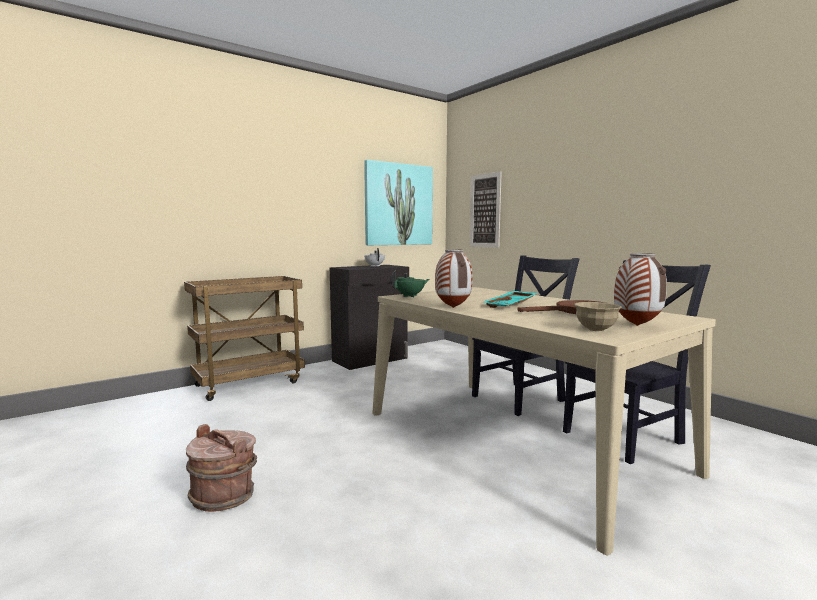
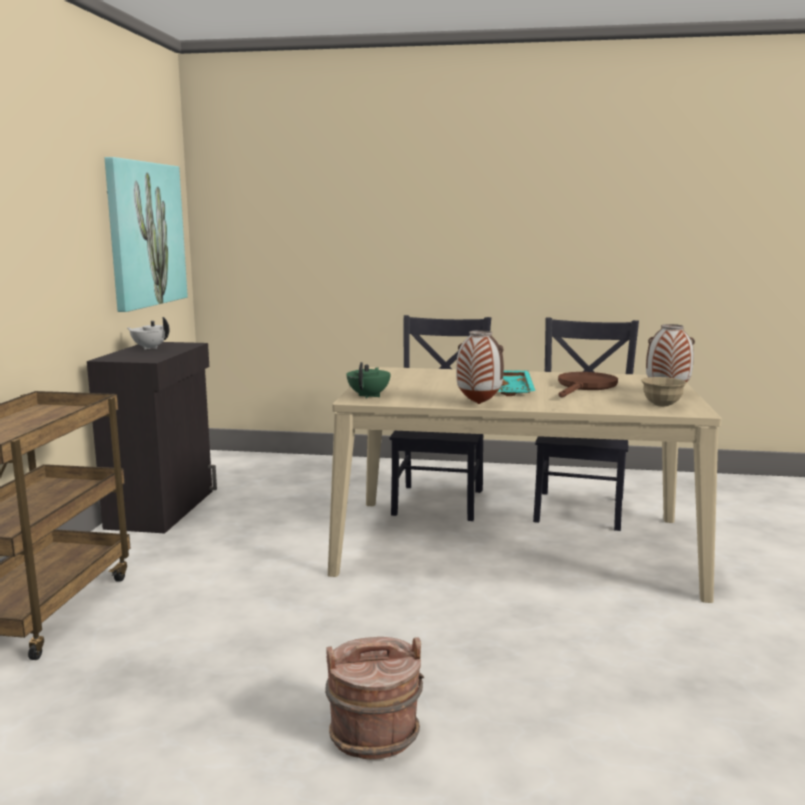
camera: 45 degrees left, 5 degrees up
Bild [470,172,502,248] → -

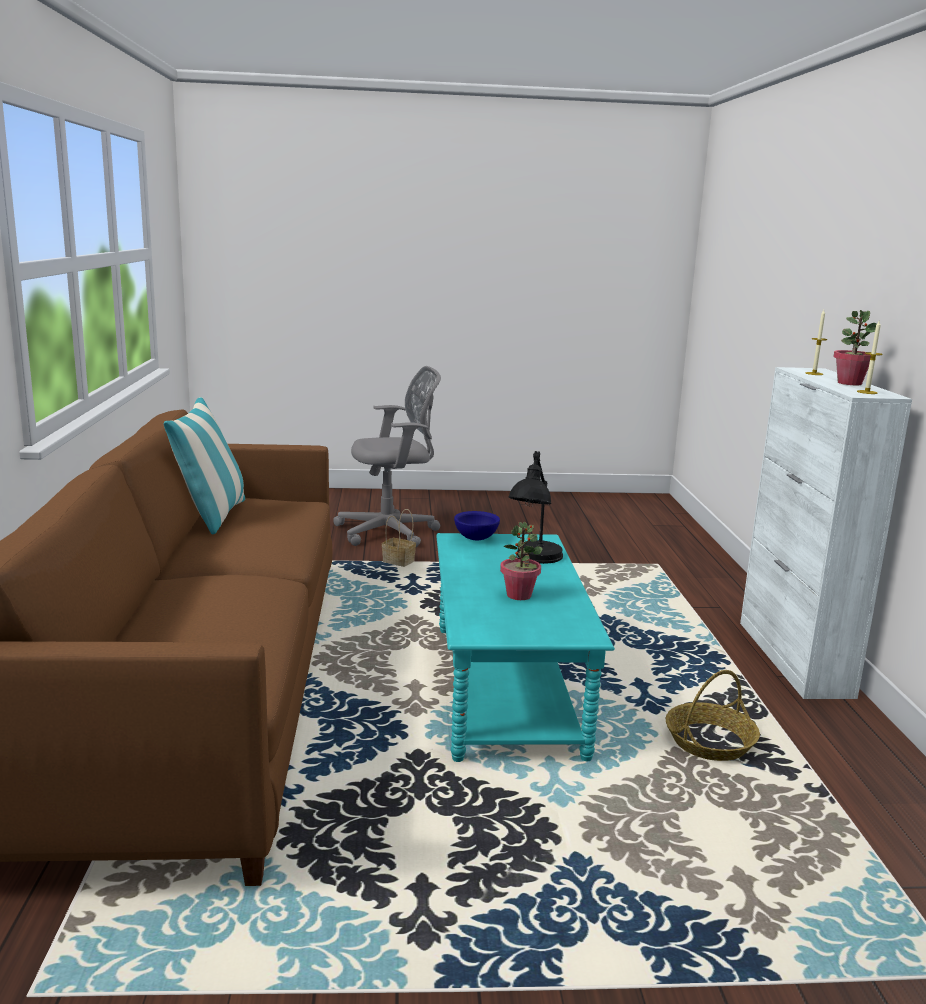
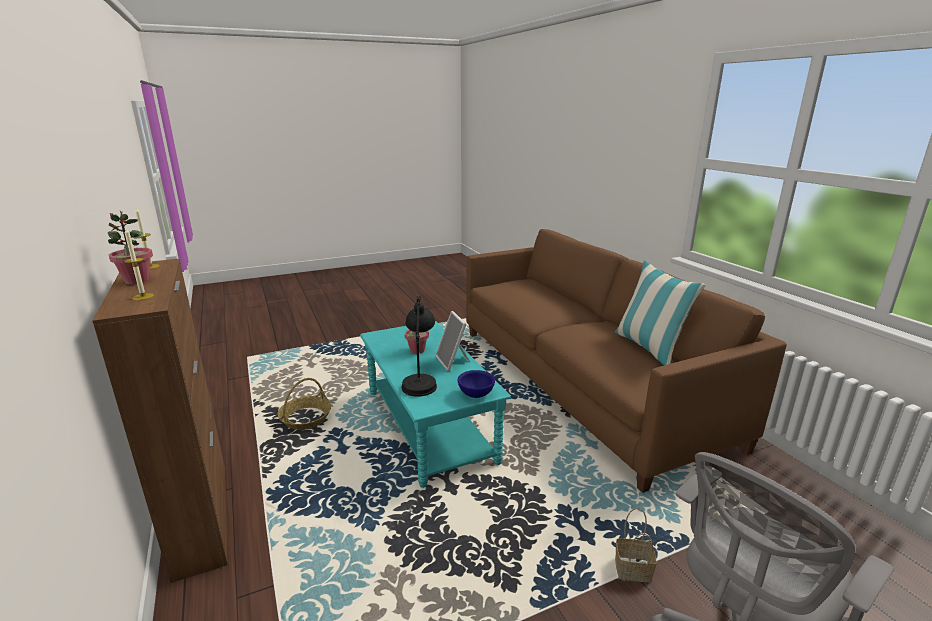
camera: 160 degrees right, 5 degrees up
- → Bilderrahmen [436,311,470,371]
Schrank/weiß [740,367,912,699] → Schrank/braun [92,259,228,583]

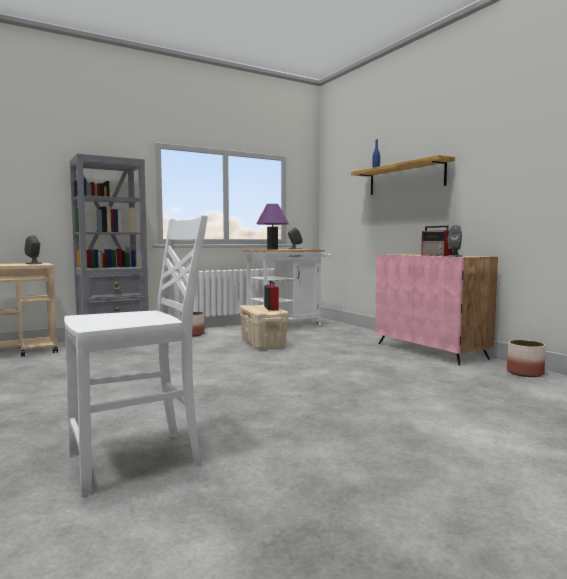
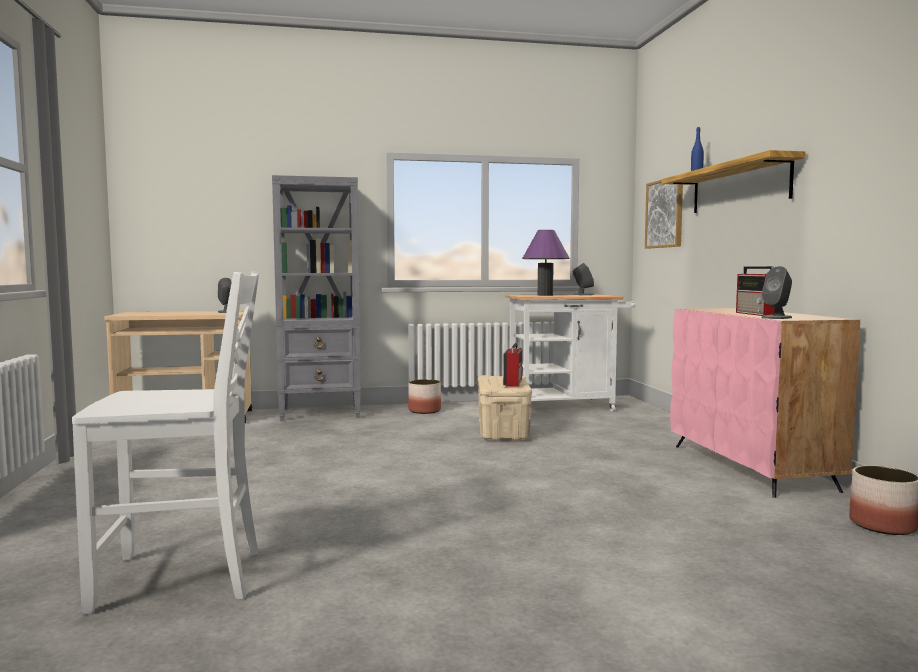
camera: 20 degrees right, 0 degrees up
- → Bild [645,180,683,249]

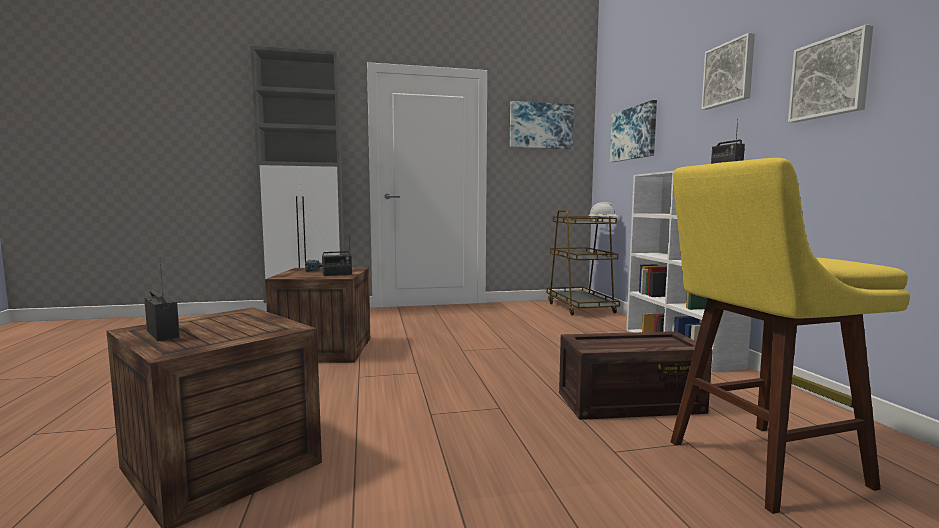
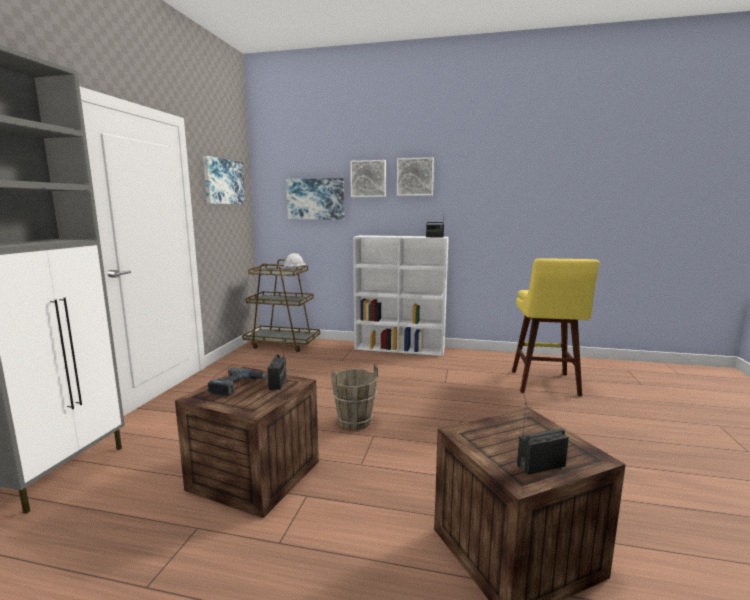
camera: 65 degrees left, 5 degrees up
Kiste [559,331,713,420] → -
- → Eimer/braun [331,364,378,430]
Bild [788,24,873,123] → Bild [350,160,386,197], move

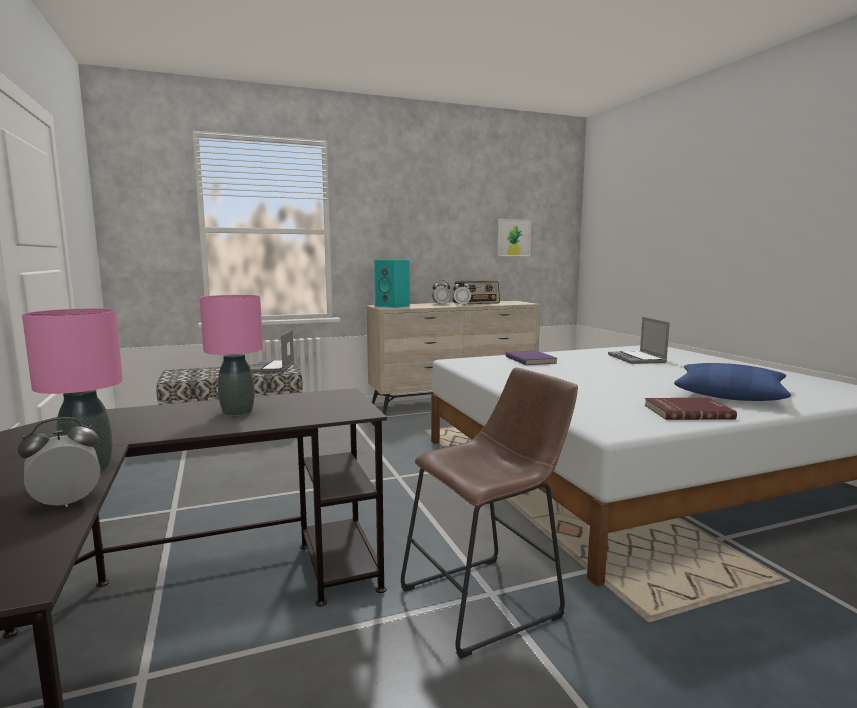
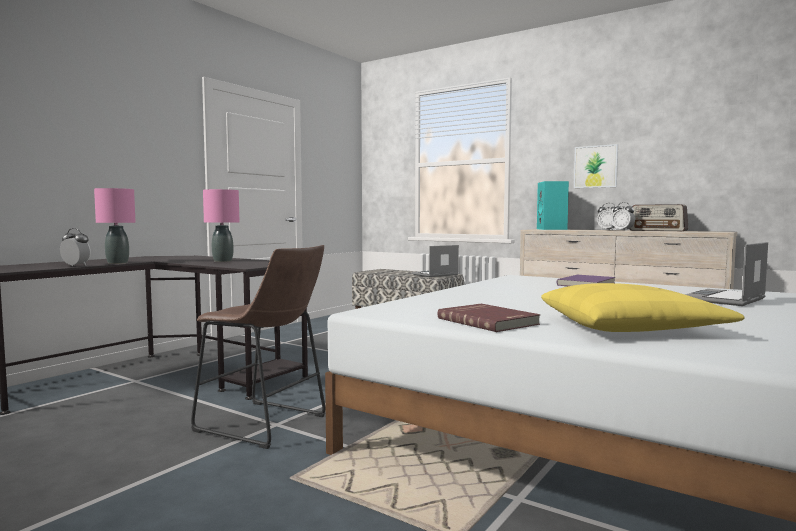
camera: 55 degrees right, 5 degrees down
Bild [497,219,531,256] → Bild [574,144,618,188], move
Kissen/blau [674,363,791,401] → Kissen/gelb [541,283,745,332]

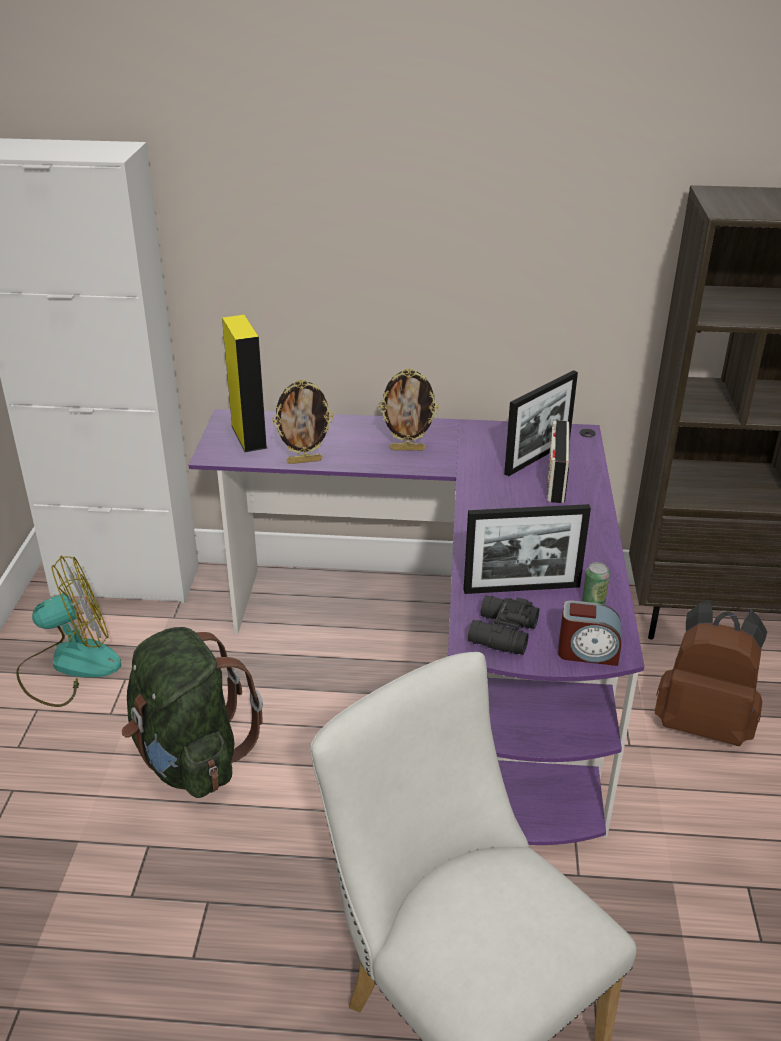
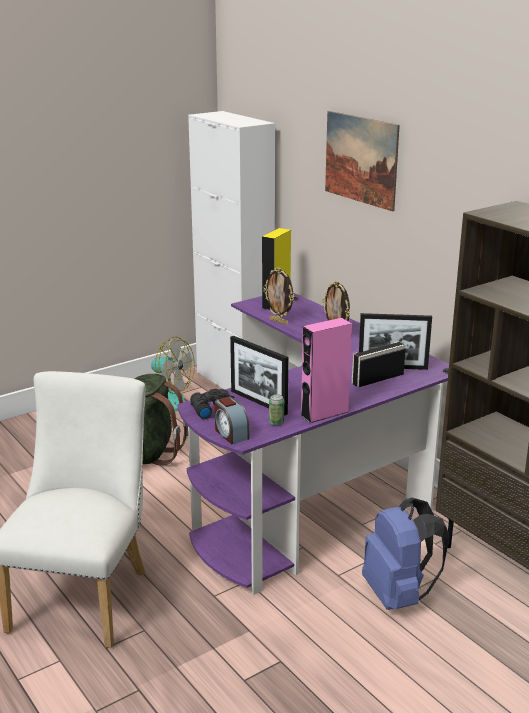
camera: 50 degrees right, 10 degrees down
- → Lautsprecher/rosa [300,318,352,423]
- → Bild [325,111,400,212]
Rucksack/braun [655,600,767,746] → Rucksack/blau [362,498,449,610]

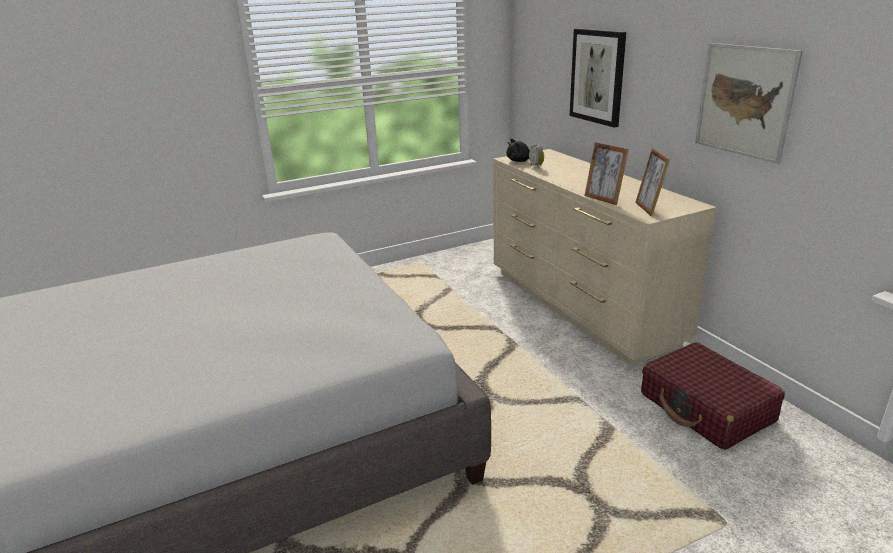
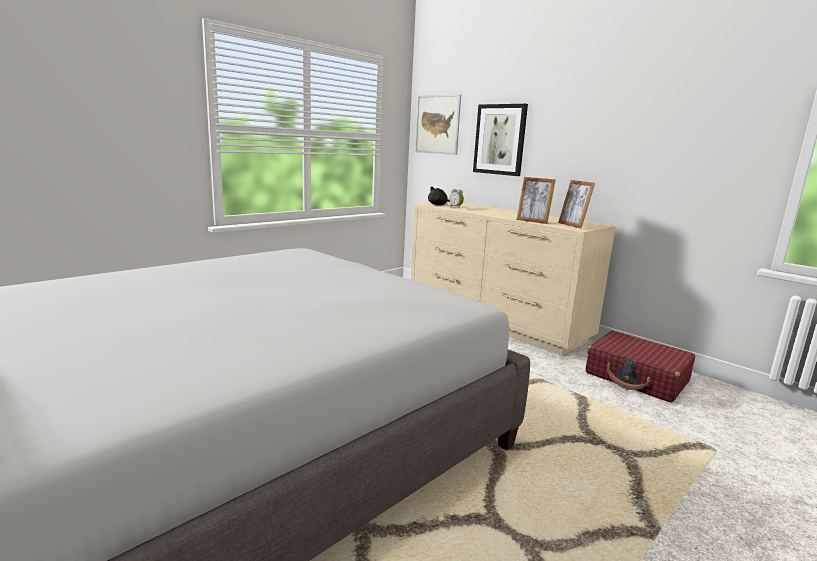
camera: 20 degrees left, 10 degrees down
Bild [695,43,803,164] → Bild [415,94,461,155], move

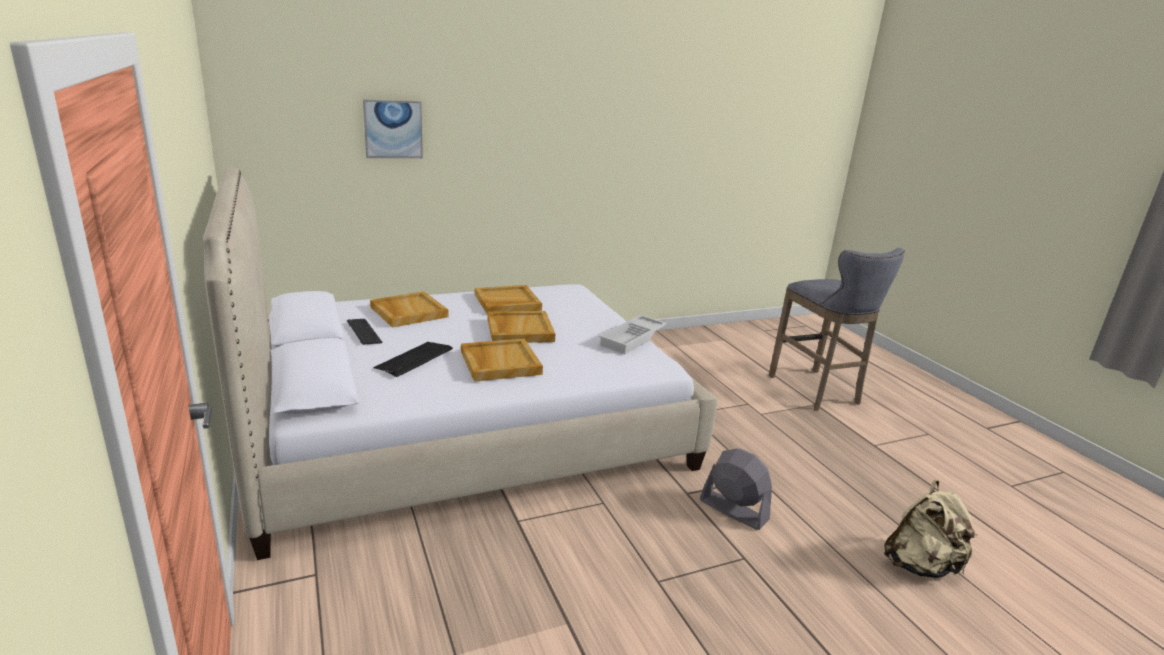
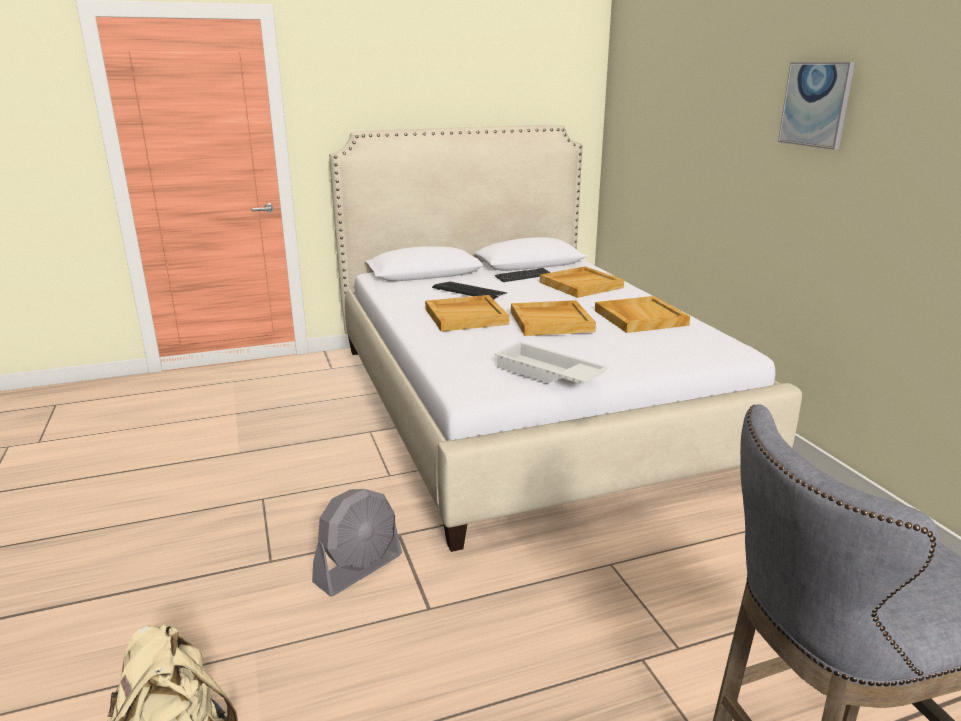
camera: 95 degrees right, 0 degrees up
Bild [363,100,423,158] → Bild [778,62,855,150], move

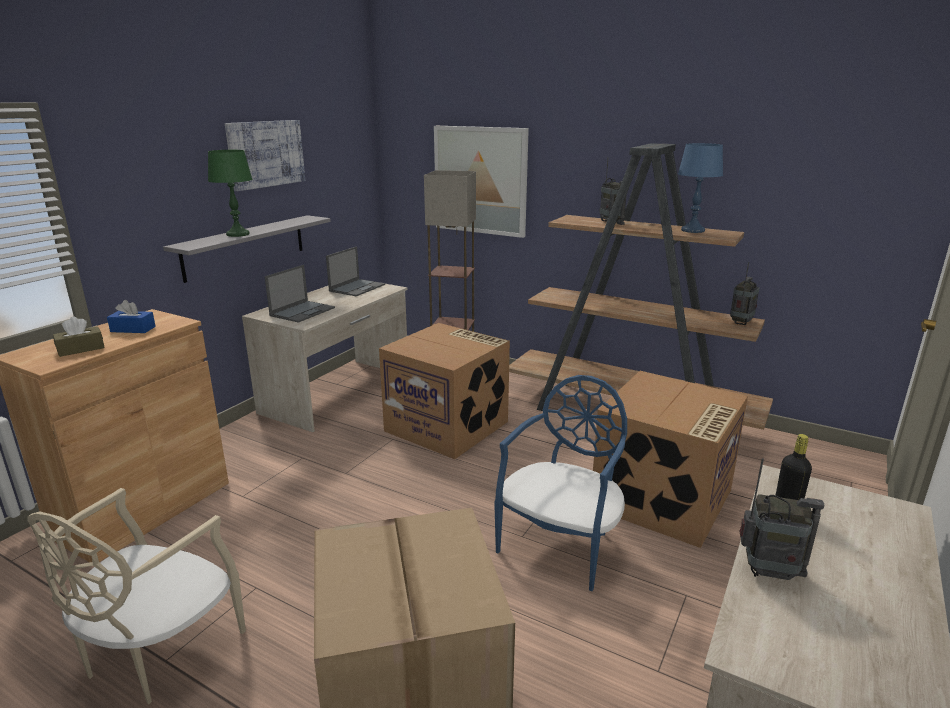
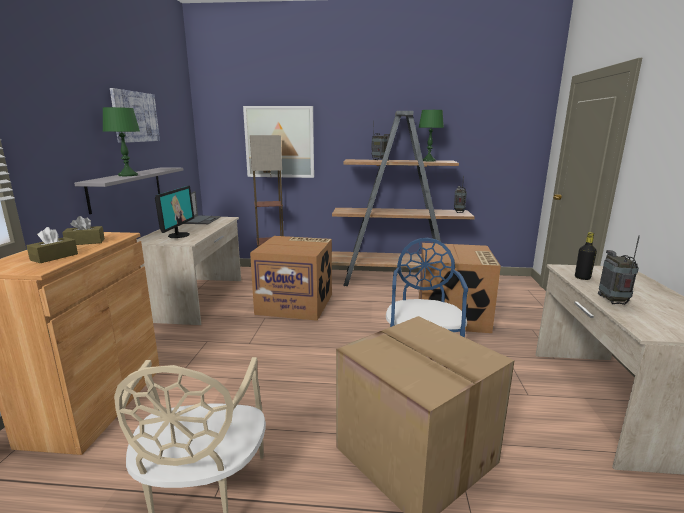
camera: 25 degrees left, 5 degrees down
Laptop [265,265,335,323] → Monitor [155,186,194,238]
Taschentuchbox/blau [107,300,156,333] → Taschentuchbox/braun [62,216,105,245]
Tischlampe/blau [678,143,723,233] → Tischlampe/grün [418,110,444,161]
Radio [740,458,824,580] → Radio [598,235,640,305], 75 degrees counterclockwise

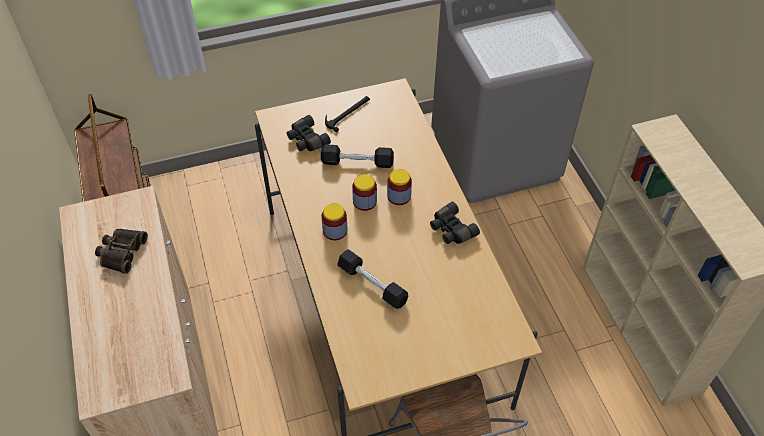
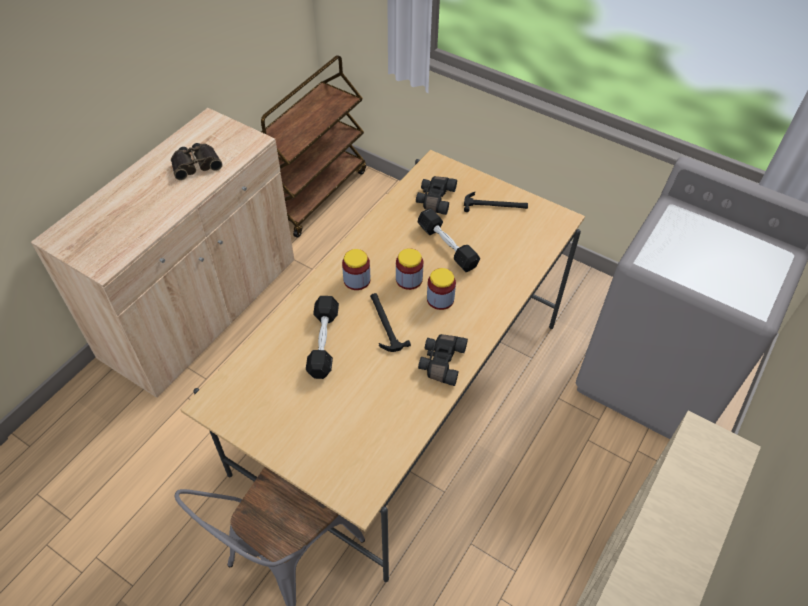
camera: 50 degrees right, 0 degrees up
- → Hammer [370,293,411,352]

